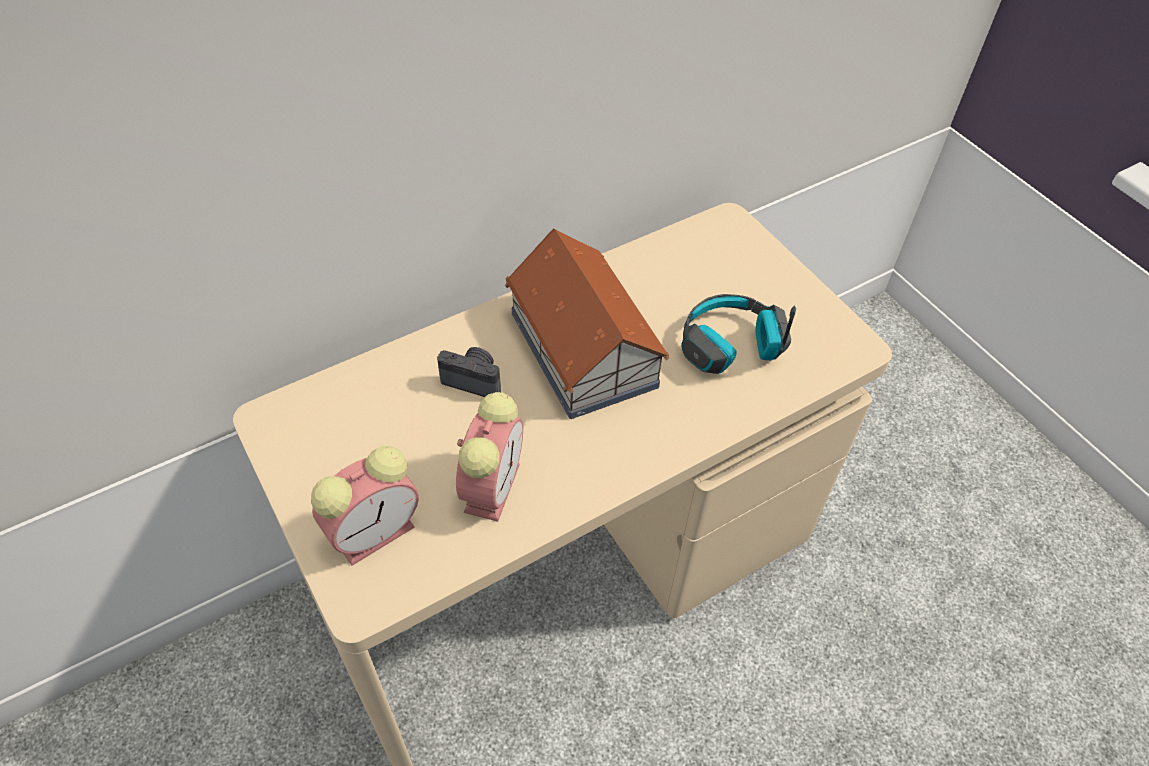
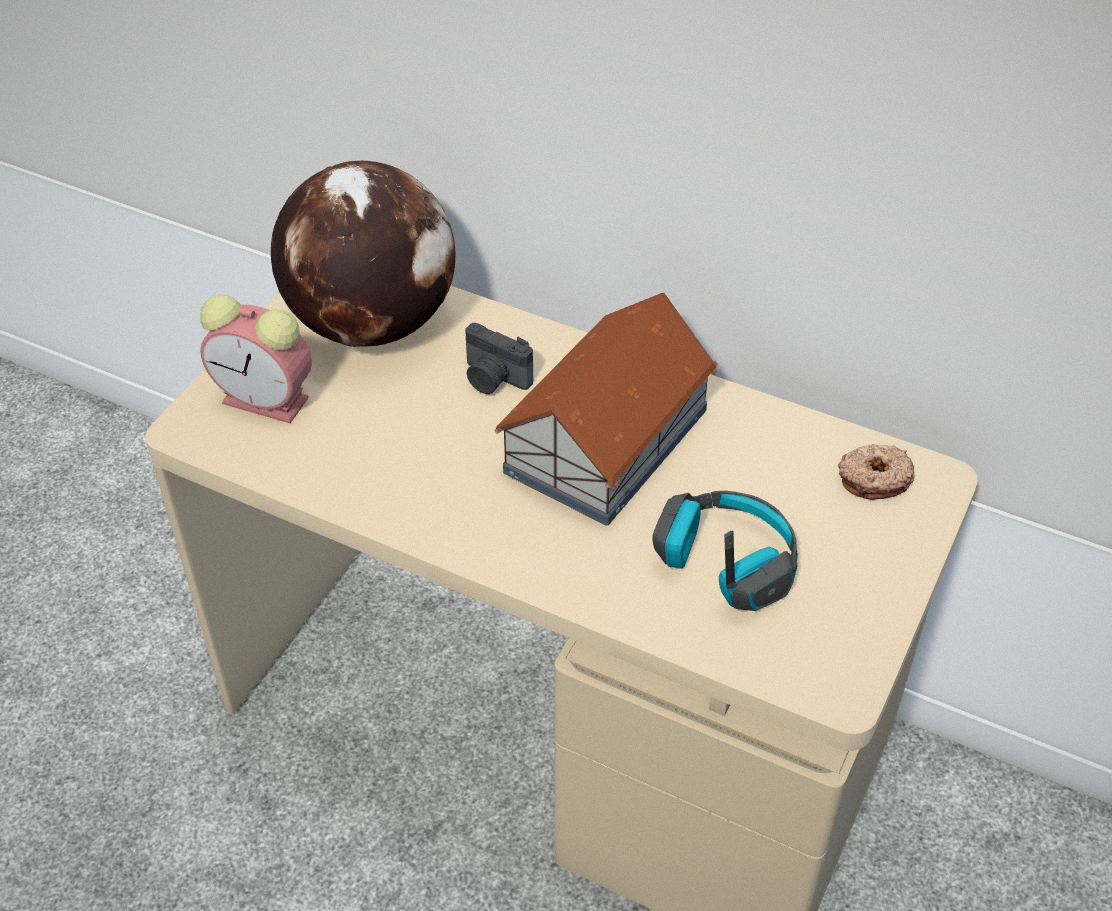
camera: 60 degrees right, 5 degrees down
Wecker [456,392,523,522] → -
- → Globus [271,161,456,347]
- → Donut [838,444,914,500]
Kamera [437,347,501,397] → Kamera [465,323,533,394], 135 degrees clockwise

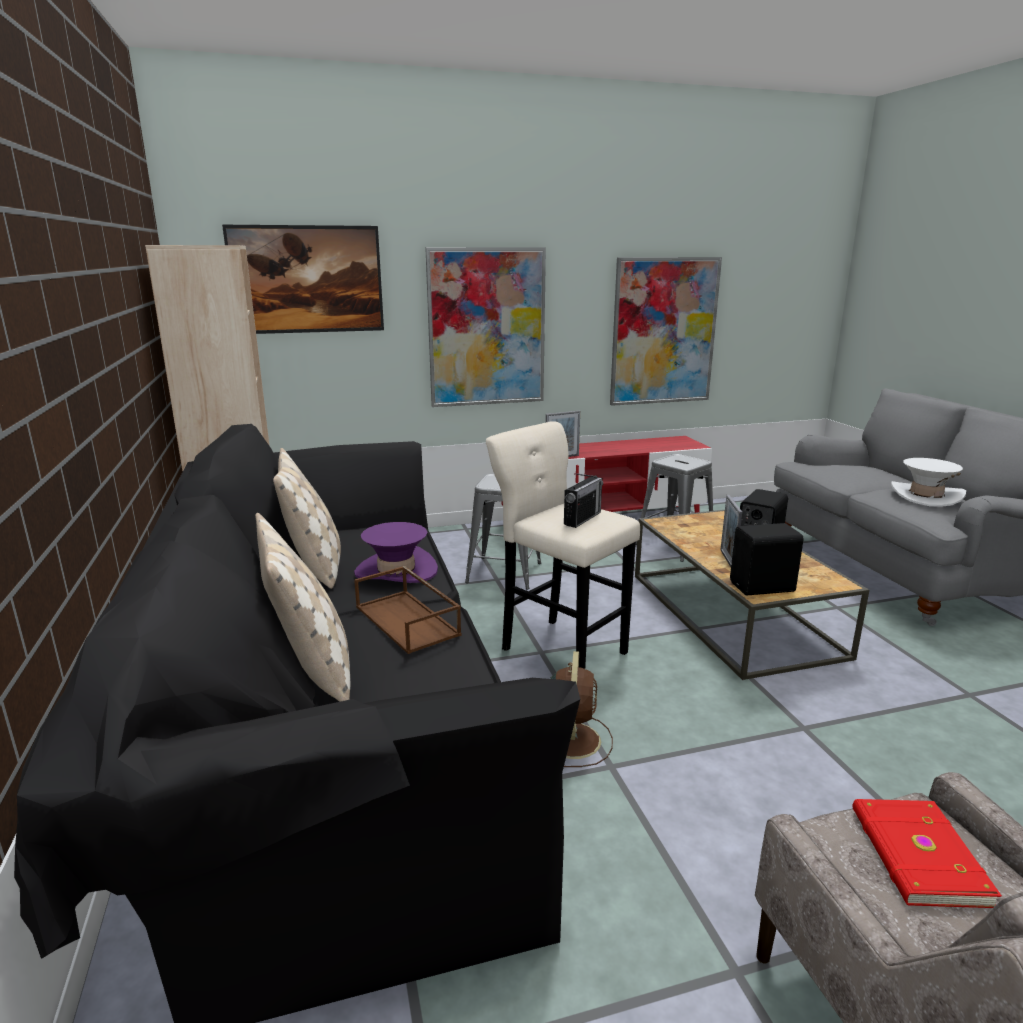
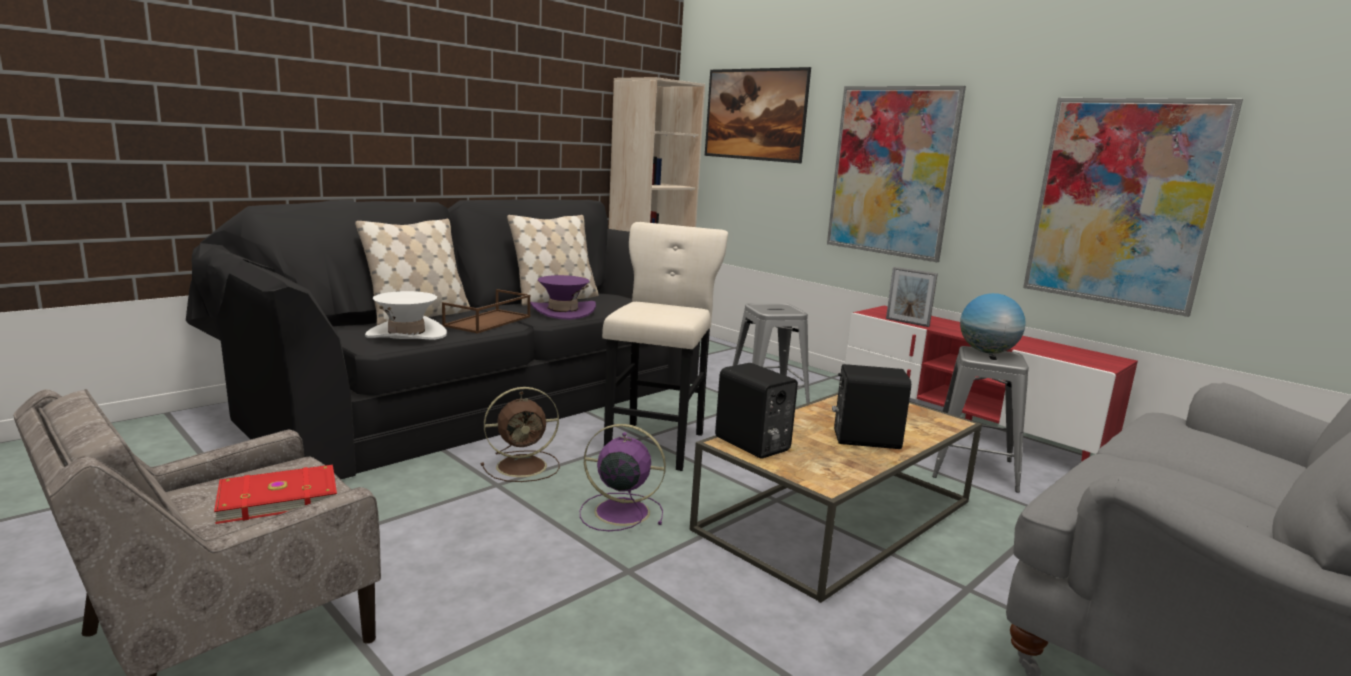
camera: 60 degrees right, 5 degrees down
Radio [564,473,603,528] → -
Bilderrahmen [721,495,742,567] → -
- → Ventilator/lila [580,424,666,531]
- → Globus [960,293,1026,354]
Hut/weiß [891,458,966,507] → Hut/weiß [365,291,447,340], move

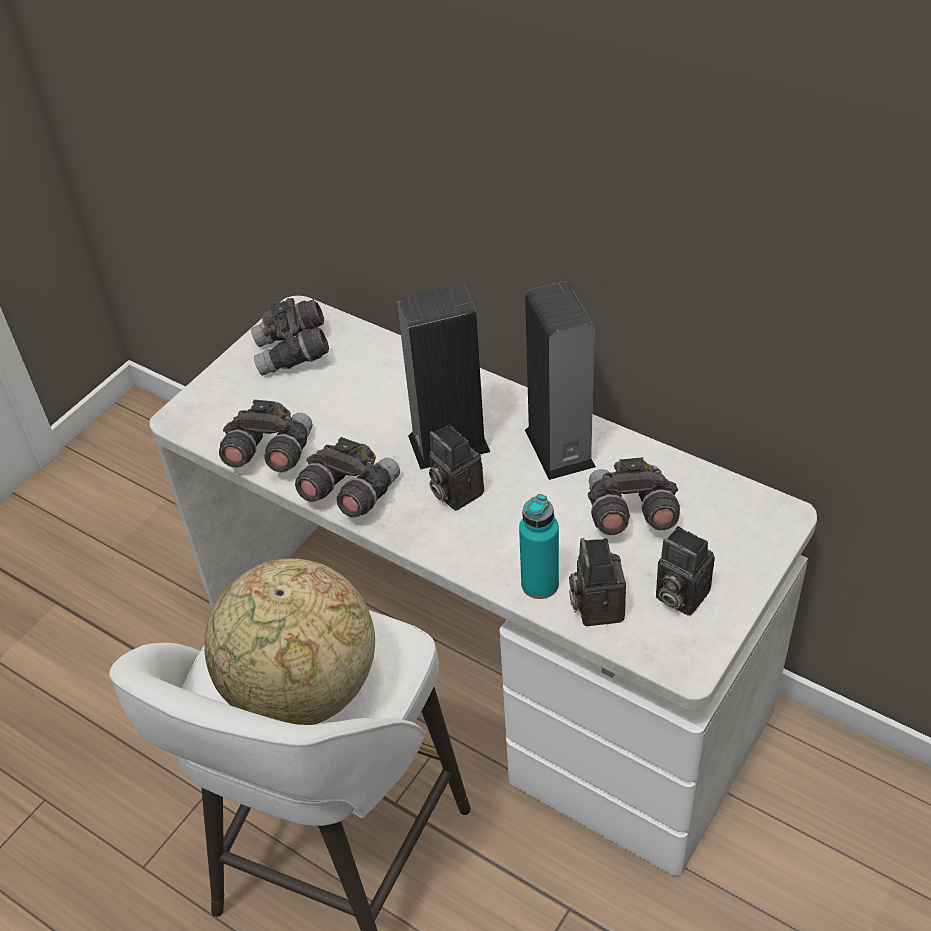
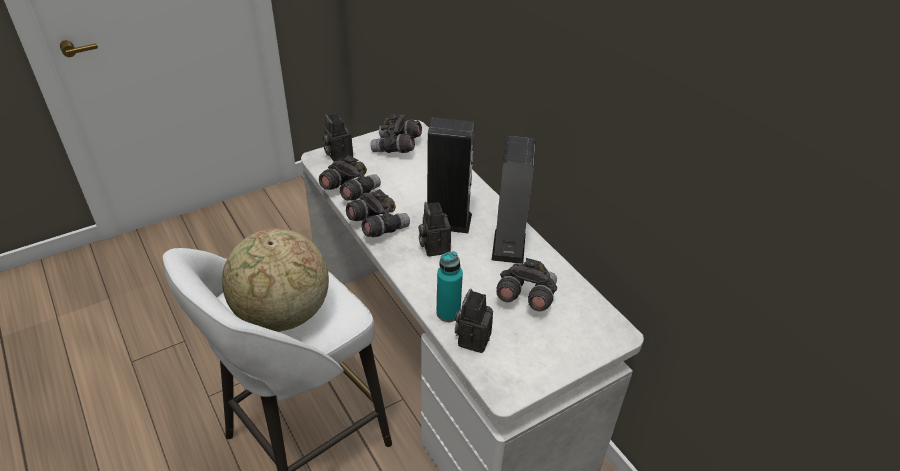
camera: 20 degrees right, 5 degrees down
Kamera [656,526,715,616] → Kamera [323,113,353,162], move

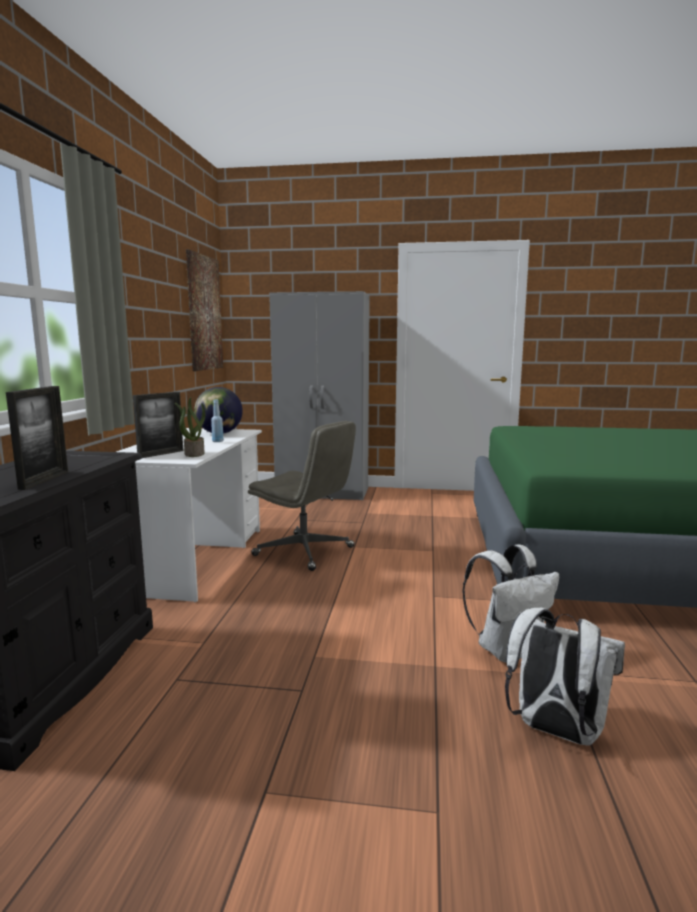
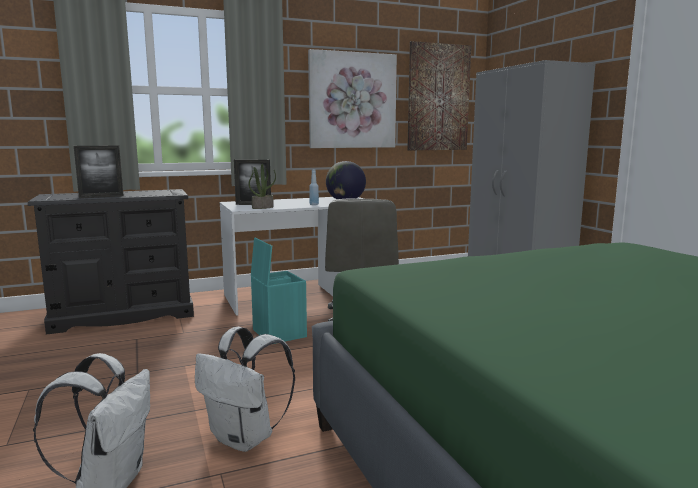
camera: 60 degrees right, 0 degrees up
- → Aufbewahrungsbox/türkis [251,237,307,344]
- → Bild [308,49,397,148]

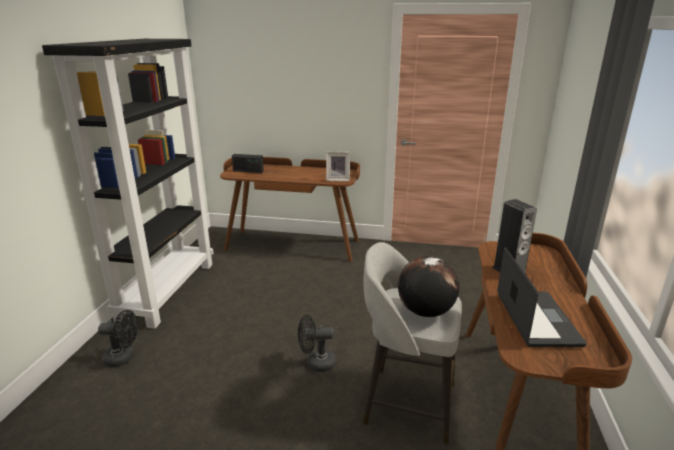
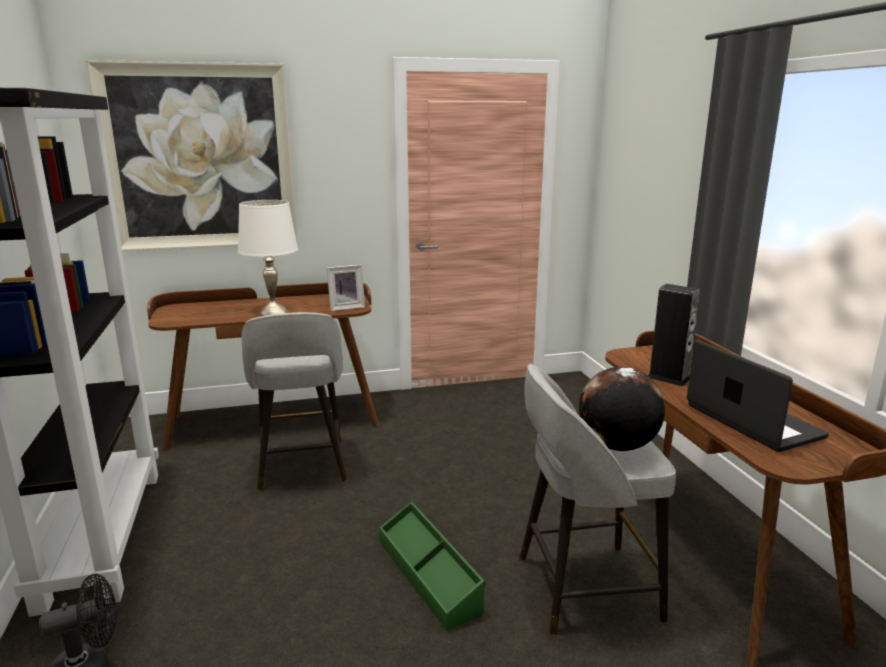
camera: 25 degrees left, 5 degrees down
Radio [232,154,264,173] → -
- → Bild [85,60,297,251]
- → Tischlampe/weiß [238,200,298,315]
- → Hocker/grau [241,312,347,491]
Ventilator/schwarz [298,315,336,372] → Aufbewahrungsbox/grün [379,502,485,631]

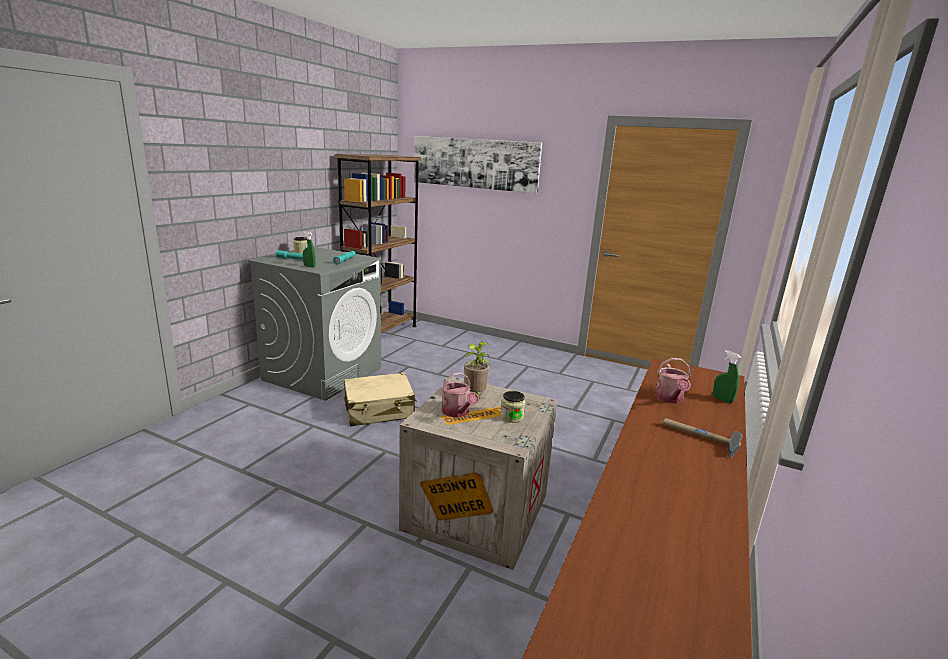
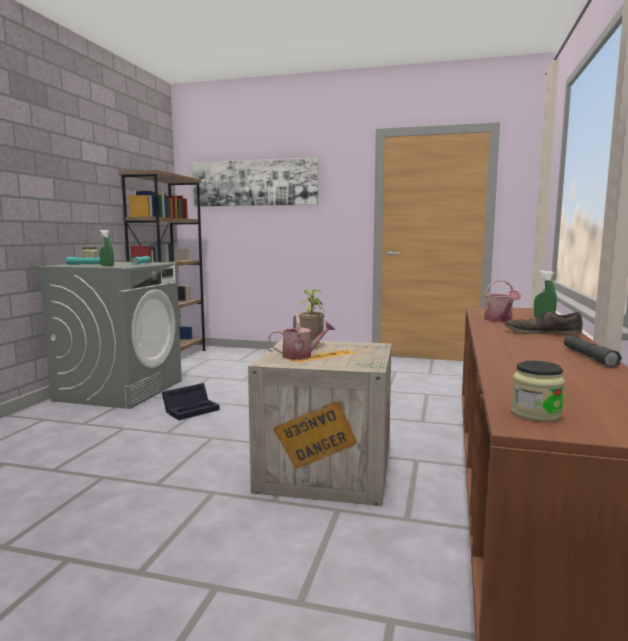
camera: 10 degrees left, 10 degrees down
- → Taschenlampe/grau [564,335,622,368]
Vorratsglas [501,391,525,423] → Vorratsglas [511,361,565,422], move
Koffer/beige [344,372,417,427] → Aufbewahrungsbox/schwarz [162,383,220,420]
Hammer [663,418,742,458] → Schuh/braun [505,311,583,335]
Gießkanne [442,372,479,418] → Gießkanne [268,314,335,360], 60 degrees counterclockwise

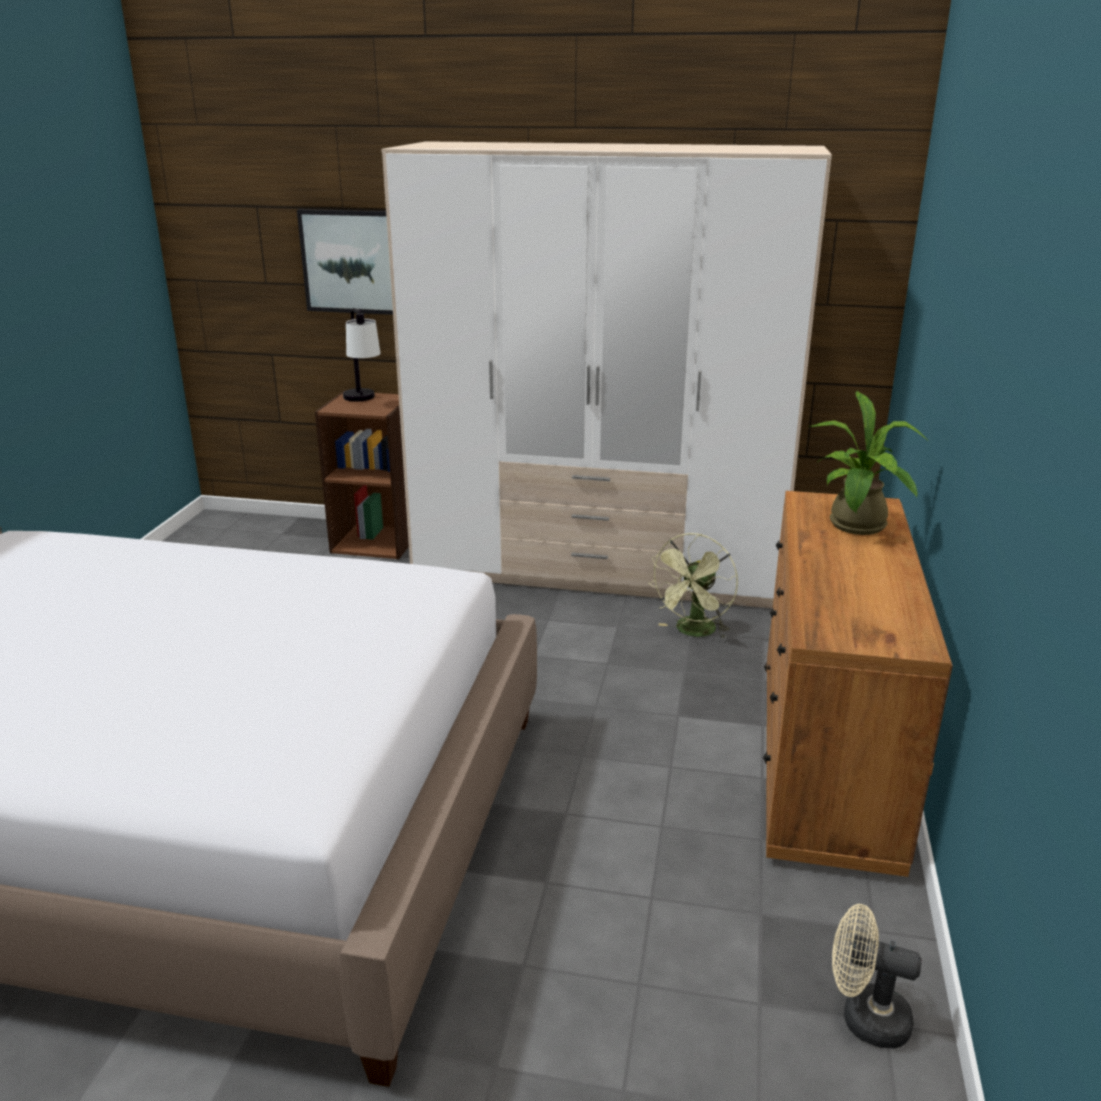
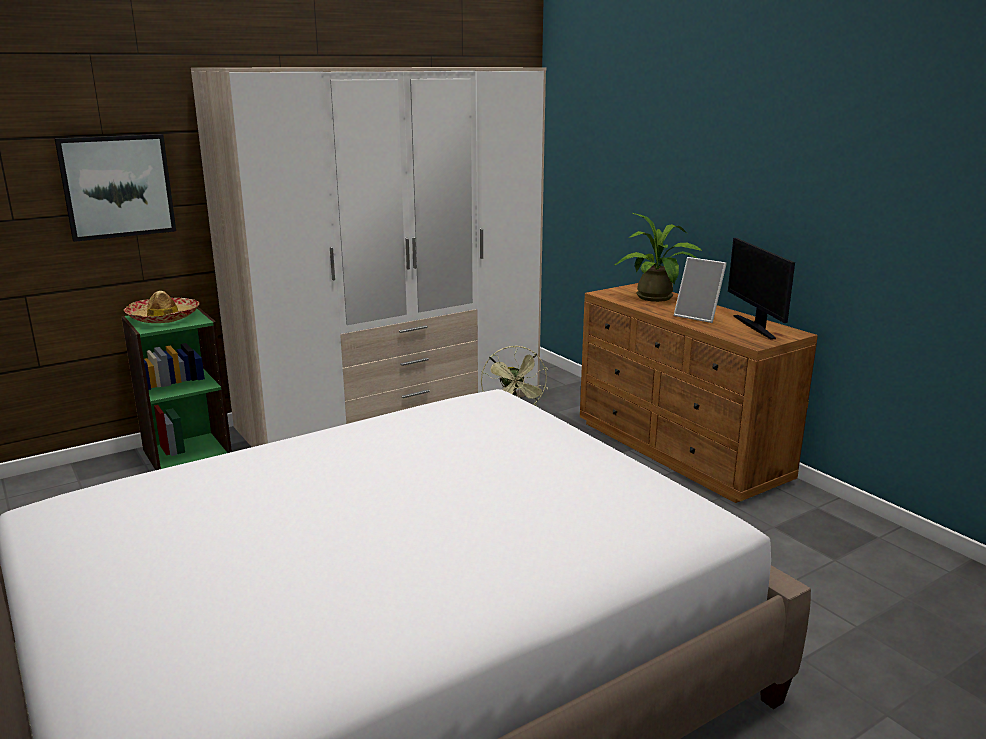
camera: 45 degrees left, 5 degrees down
Ventilator/beige [832,904,922,1048] → -
- → Bilderrahmen [674,257,727,323]
- → Monitor [728,238,795,340]
Tischlampe [343,308,381,402] → Hut [124,291,199,323]
Bücherregal/braun [315,391,409,559] → Bücherregal/grün [121,307,232,470]

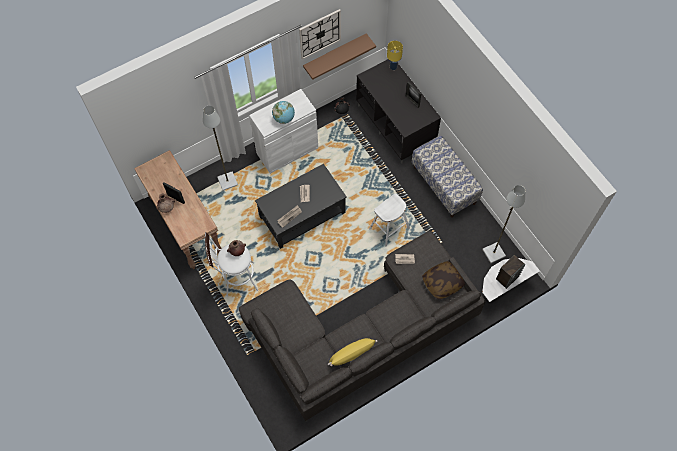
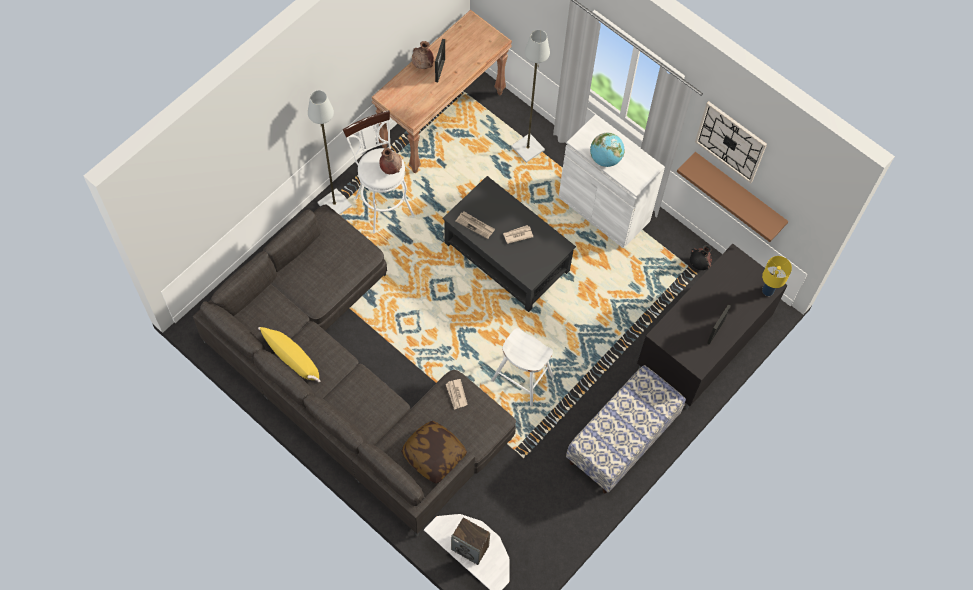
camera: 70 degrees right, 0 degrees up
Stehlampe/grau [482,185,525,263] → Stehlampe/grau [308,90,352,215], move

